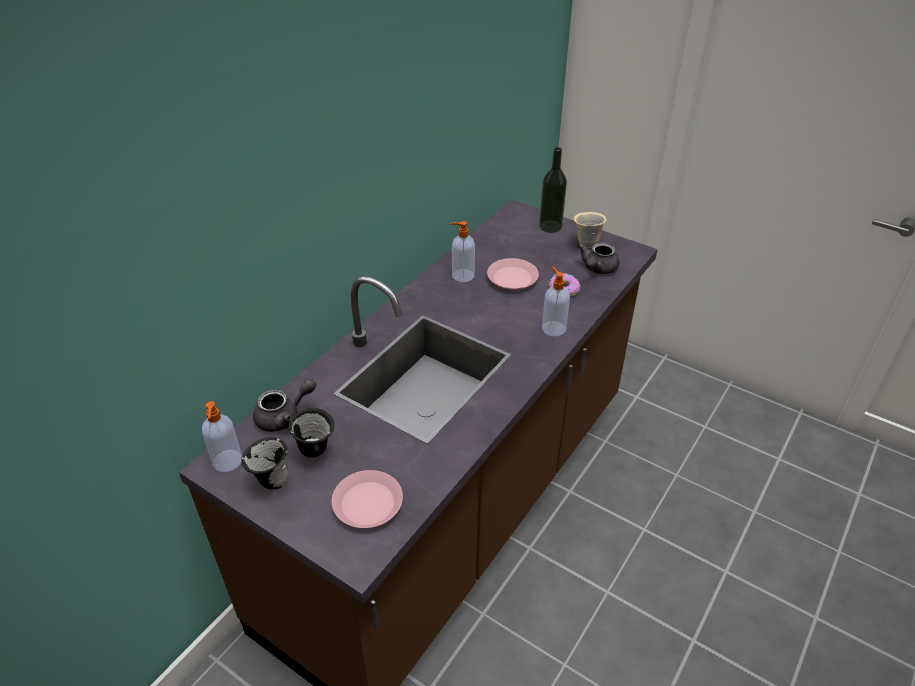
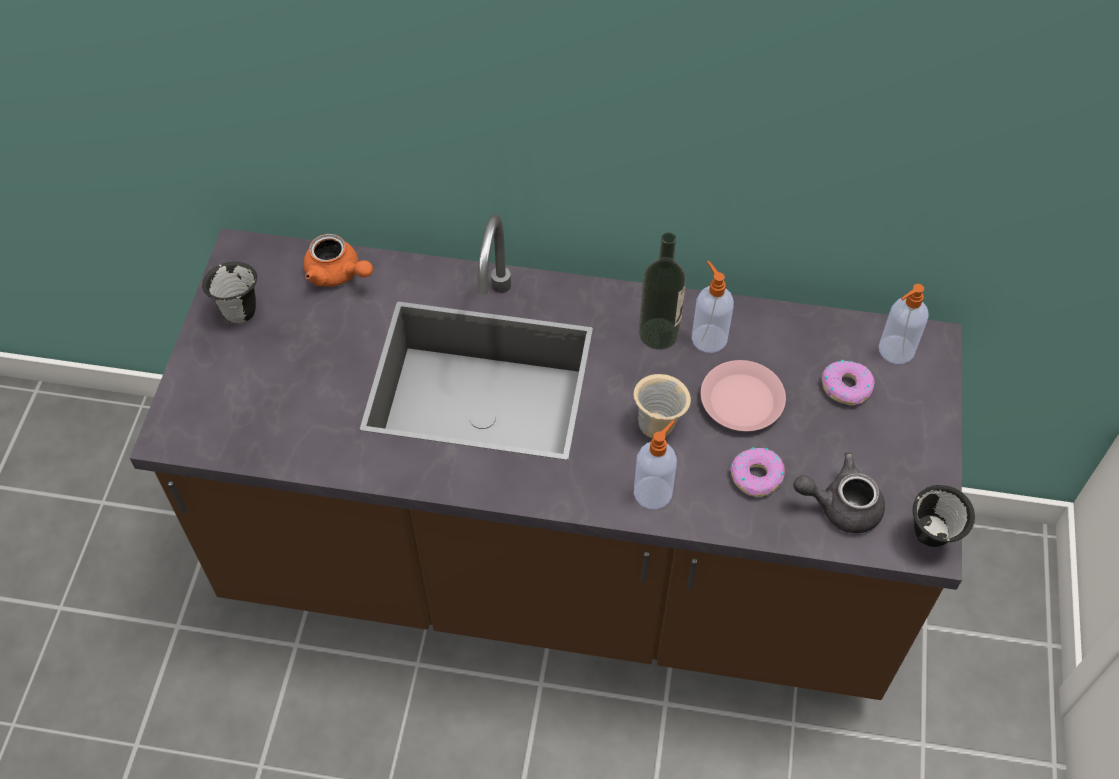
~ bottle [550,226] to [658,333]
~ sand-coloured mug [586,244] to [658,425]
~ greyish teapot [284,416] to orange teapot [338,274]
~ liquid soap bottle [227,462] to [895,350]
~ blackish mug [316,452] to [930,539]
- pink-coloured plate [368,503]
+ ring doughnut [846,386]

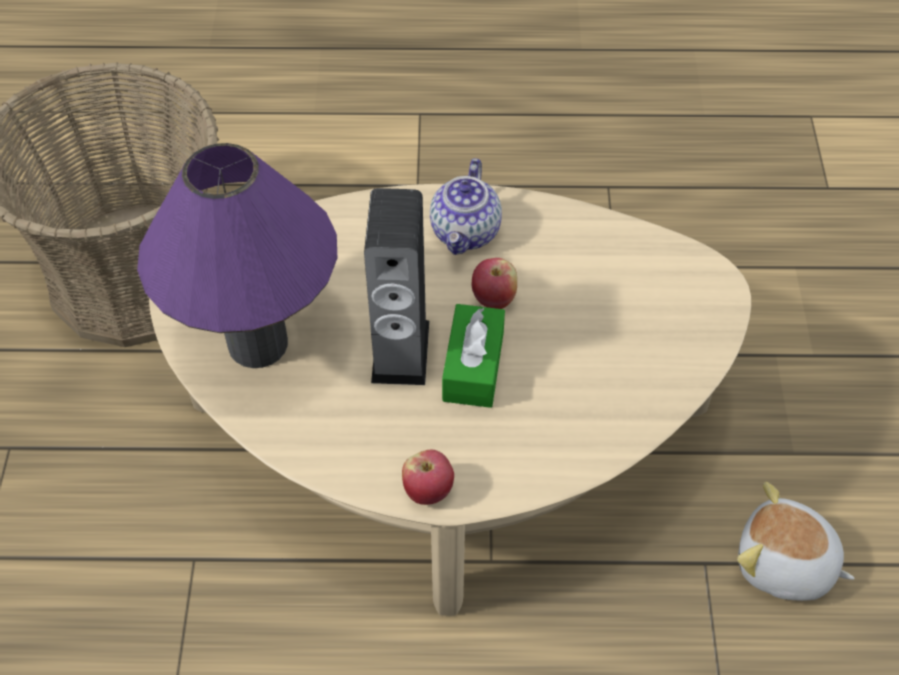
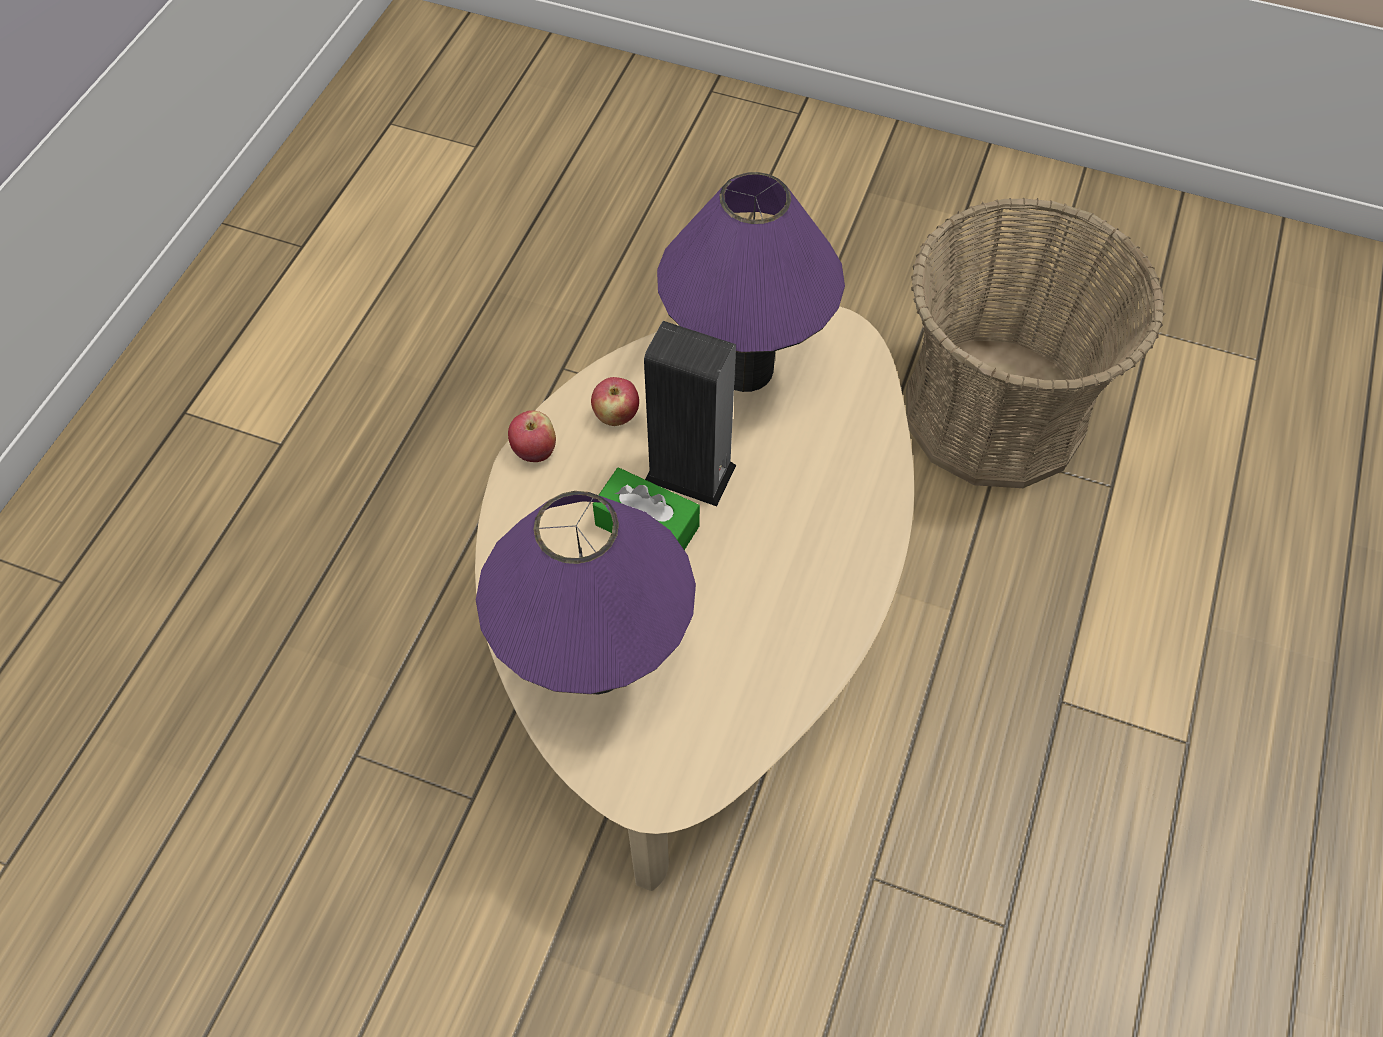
- teapot [466,232]
~ apple [494,299] to [616,416]
- soft toy [784,565]
+ purple lamp for a table [597,664]

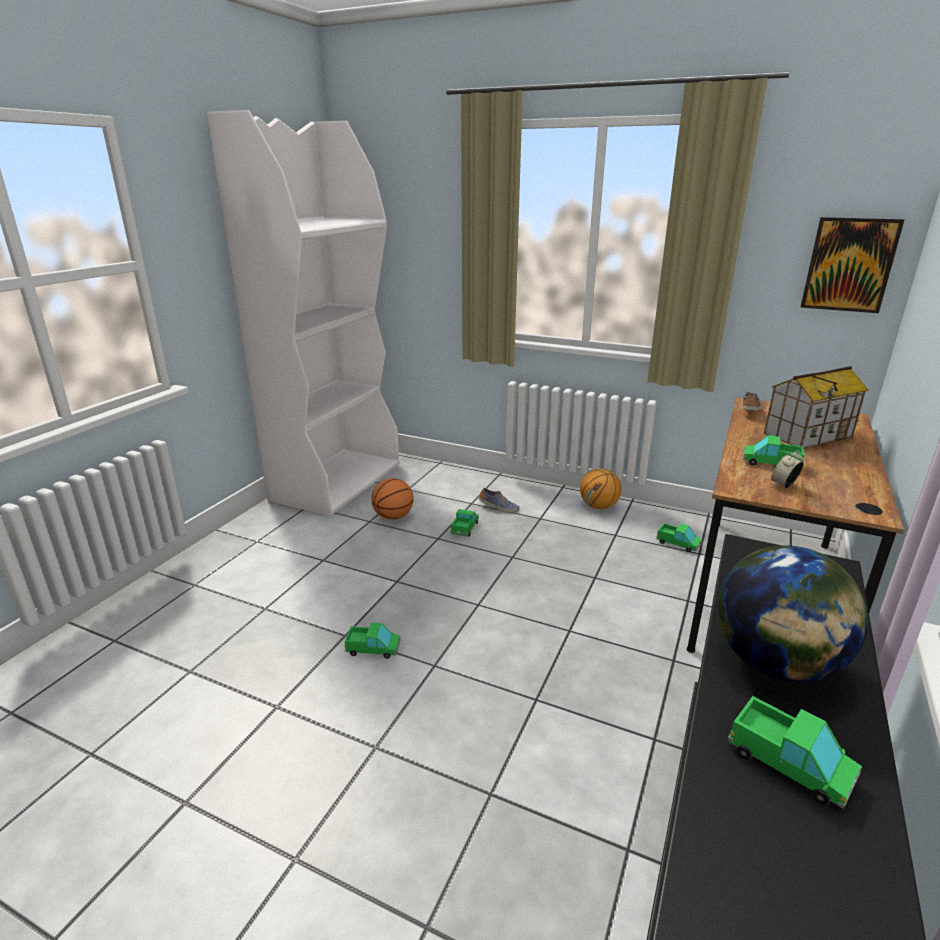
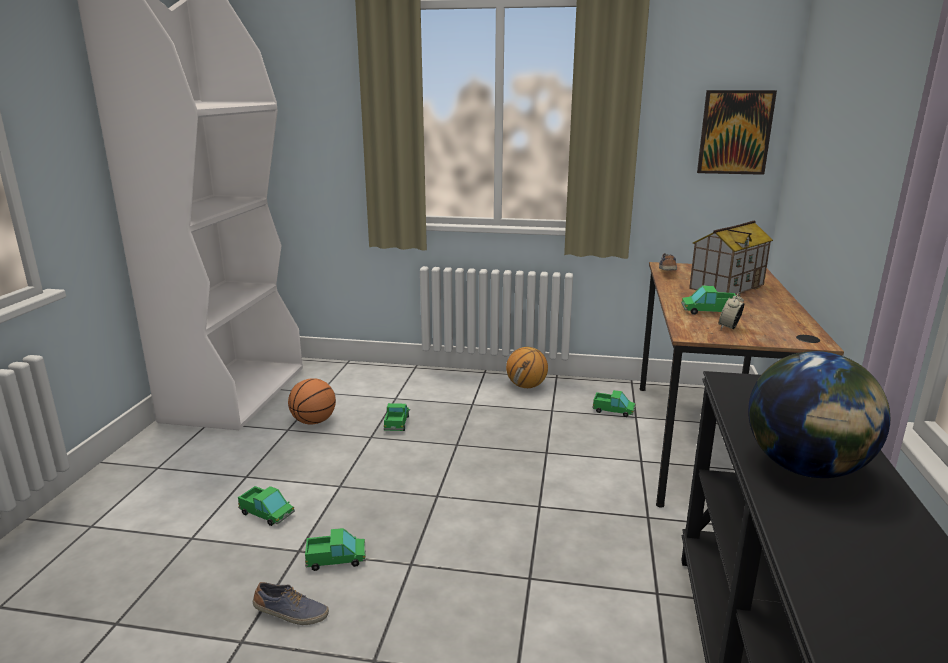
~ item of footwear [498,508] to [291,614]
~ toy lorry [789,763] to [267,513]

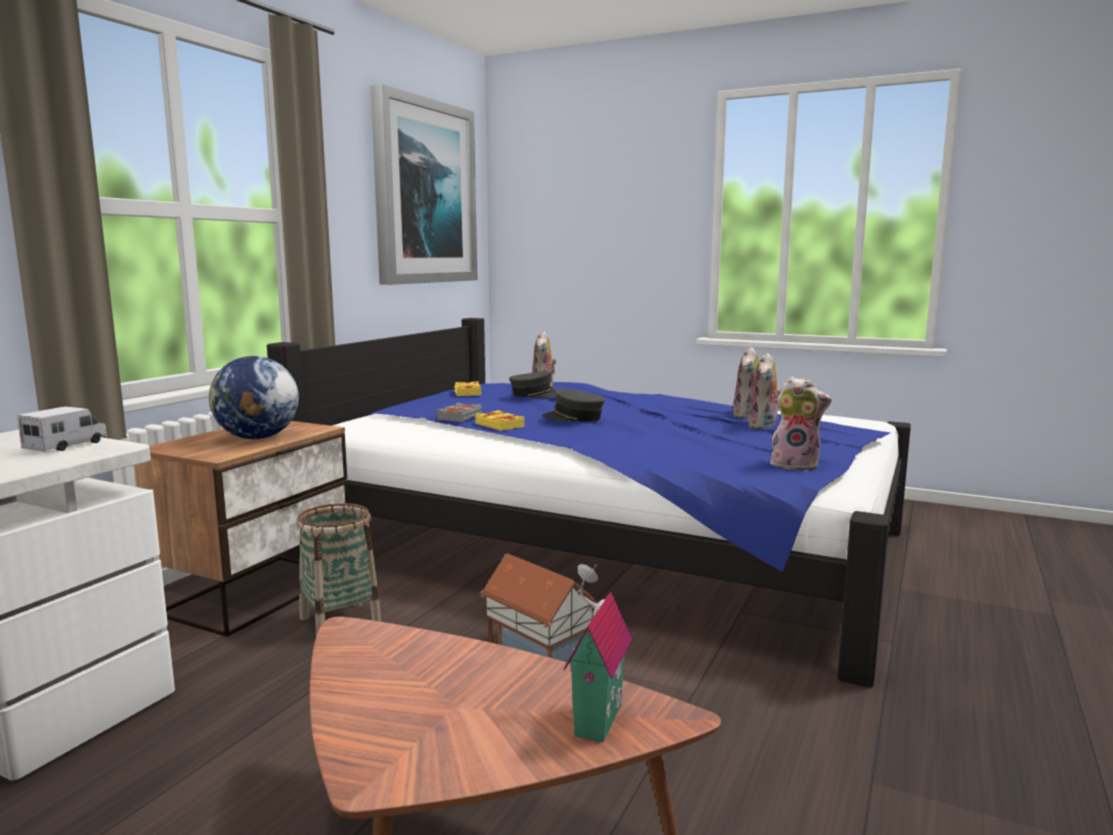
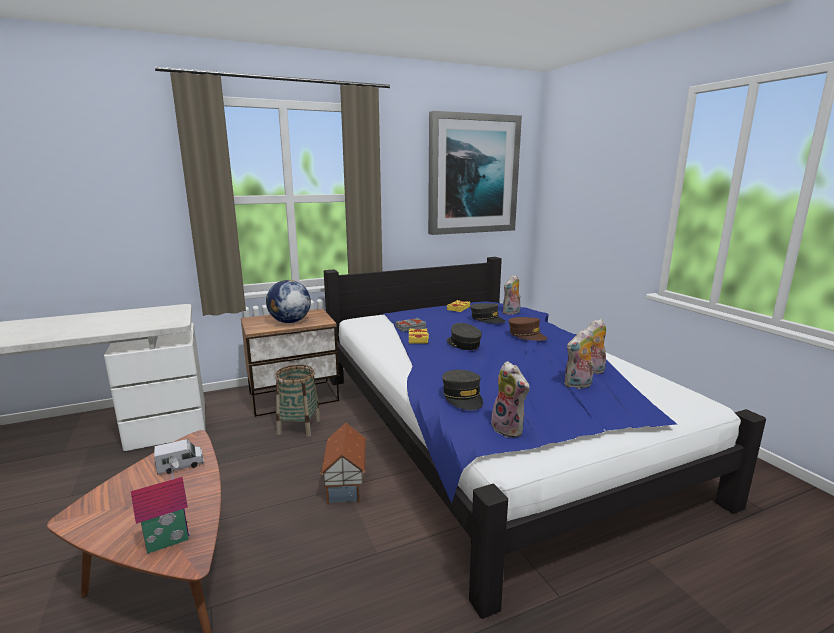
~ toy lorry [67,445] to [180,465]
+ brown baseball cap [526,335]
+ greyish baseball cap [463,397]

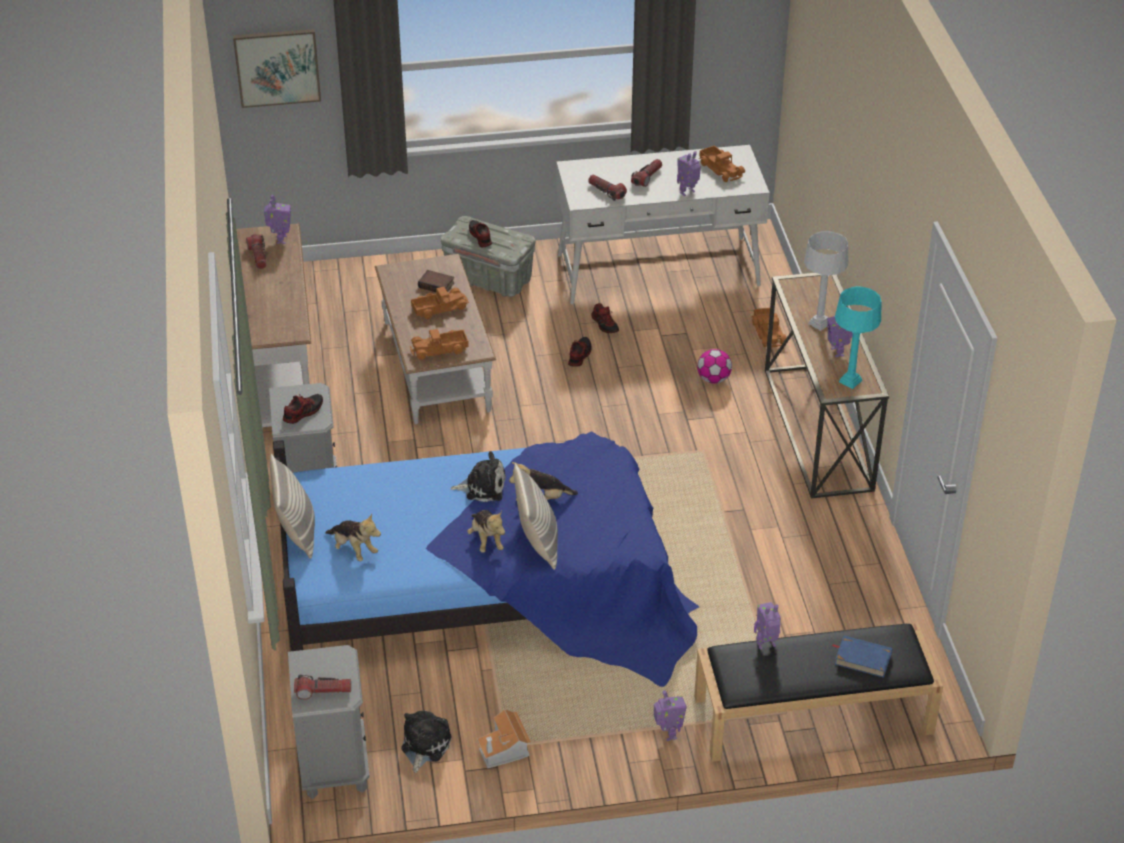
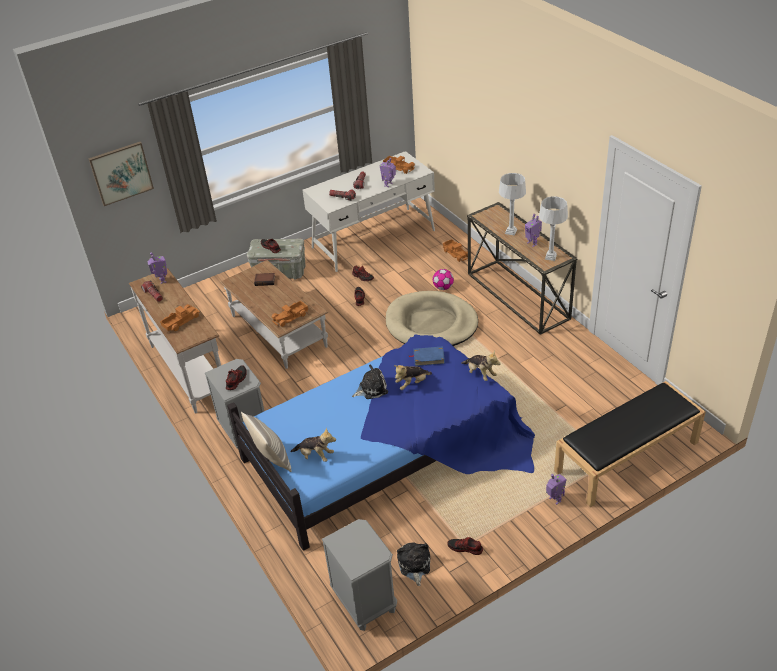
~ blue-green lamp for a table [850,381] to greyish lamp for a table [550,257]
~ toy lorry [439,308] to [181,321]
- cushion [537,543]
~ soft toy [486,540] to [480,373]
- robot figure [766,645]
~ bluish volume [863,658] to [428,357]
- hand torch [323,691]
~ model house [504,750] to item of footwear [465,548]
+ sand-coloured dog bed [431,324]

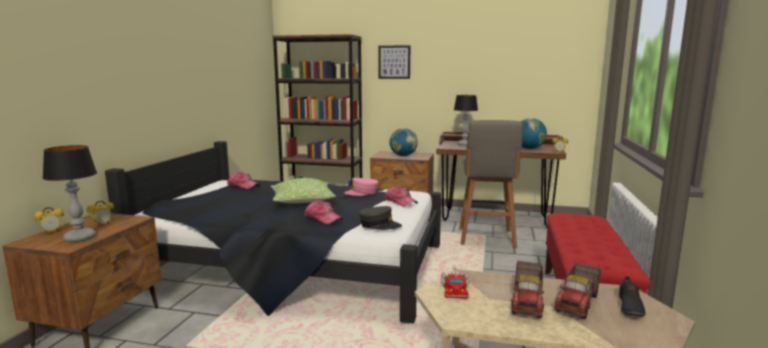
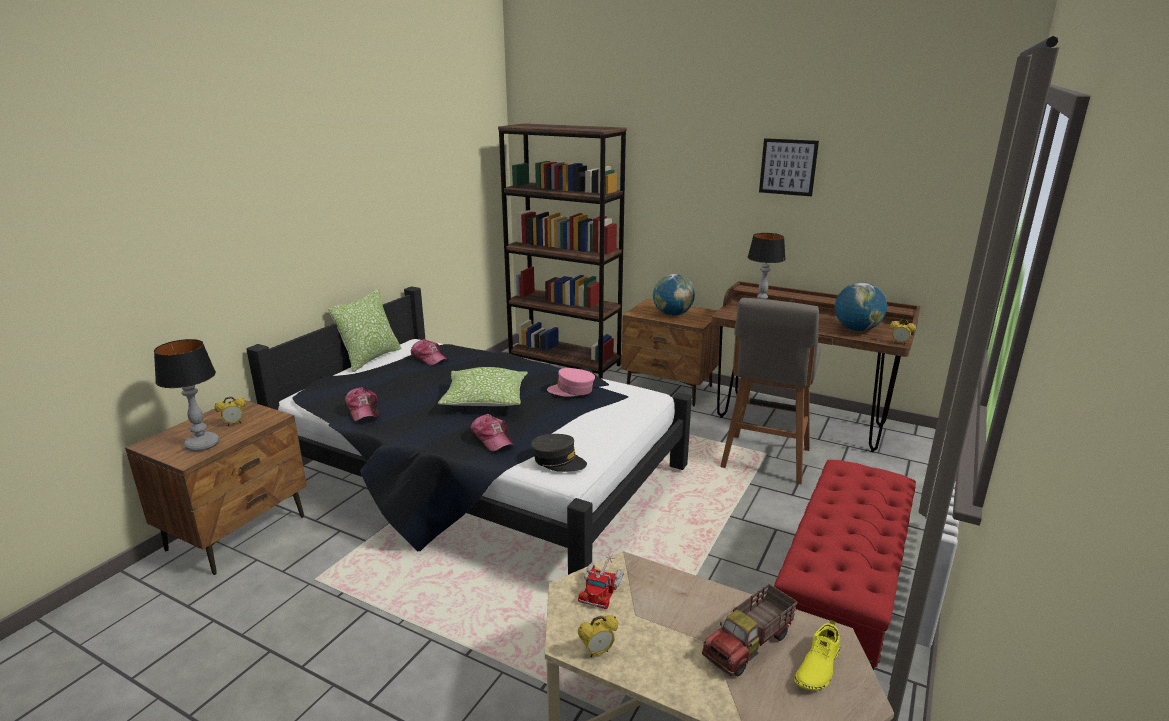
~ picture [394,62] to [788,167]
~ baseball cap [400,201] to [363,410]
~ bedside clock [51,232] to [597,652]
- toy lorry [528,301]
~ blackish item of footwear [629,307] to yellow item of footwear [817,666]
+ cushion [370,358]

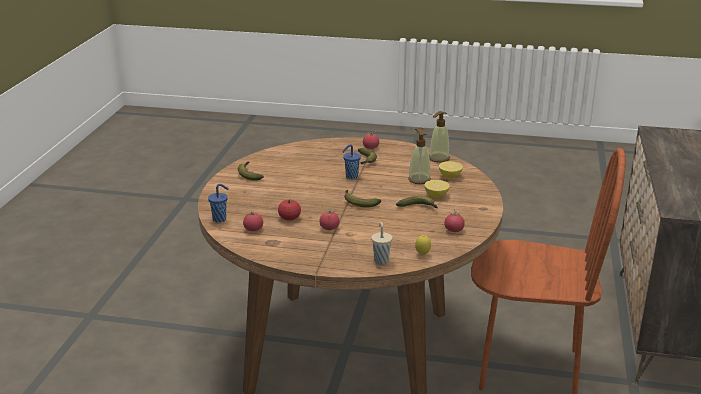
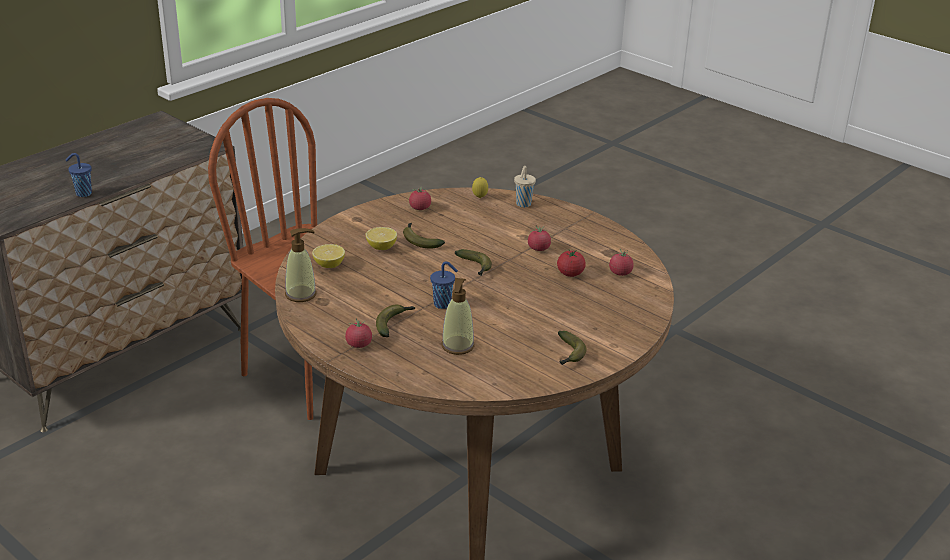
~ liquid soap bottle [419,179] to [457,346]
~ bluish cup [220,219] to [83,193]

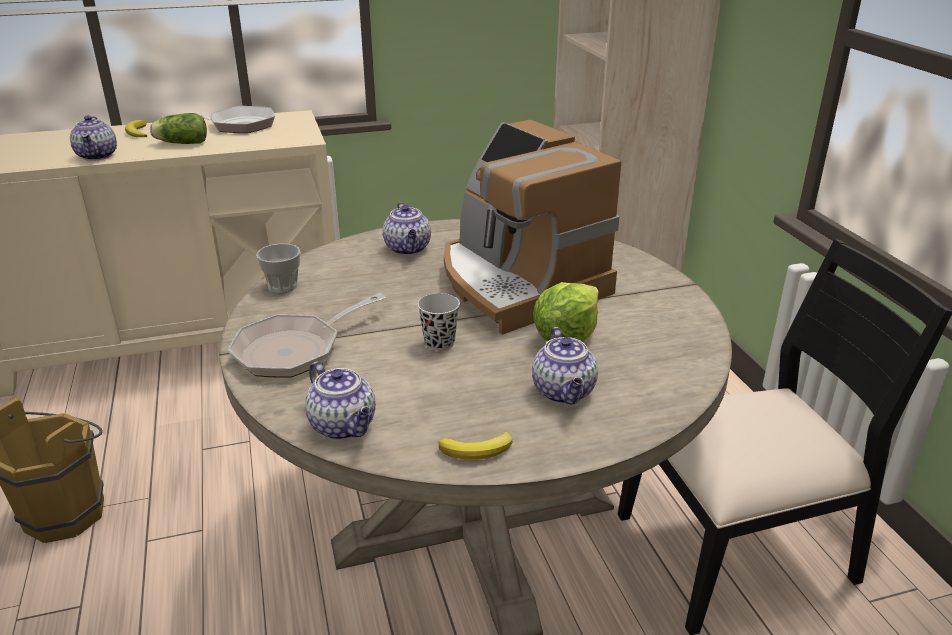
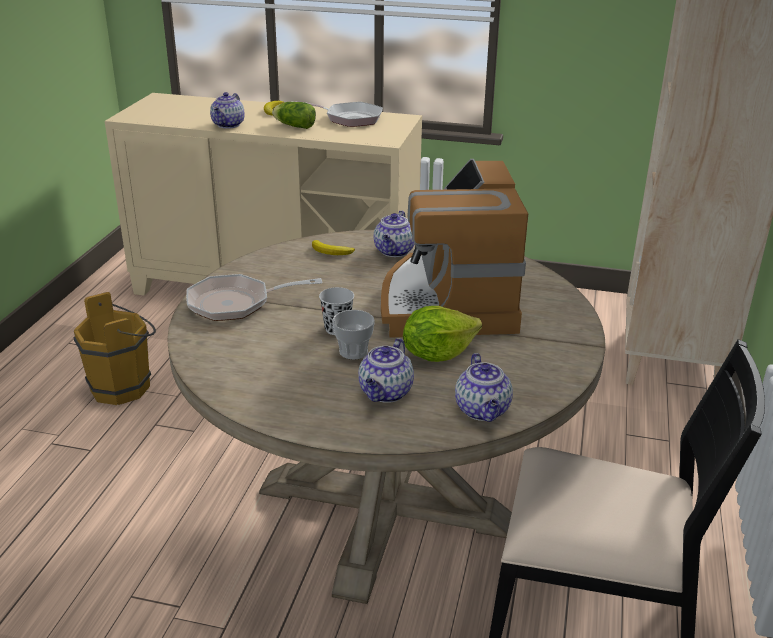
~ cup [282,286] to [353,352]
~ teapot [344,426] to [483,411]
~ banana [478,450] to [332,252]

